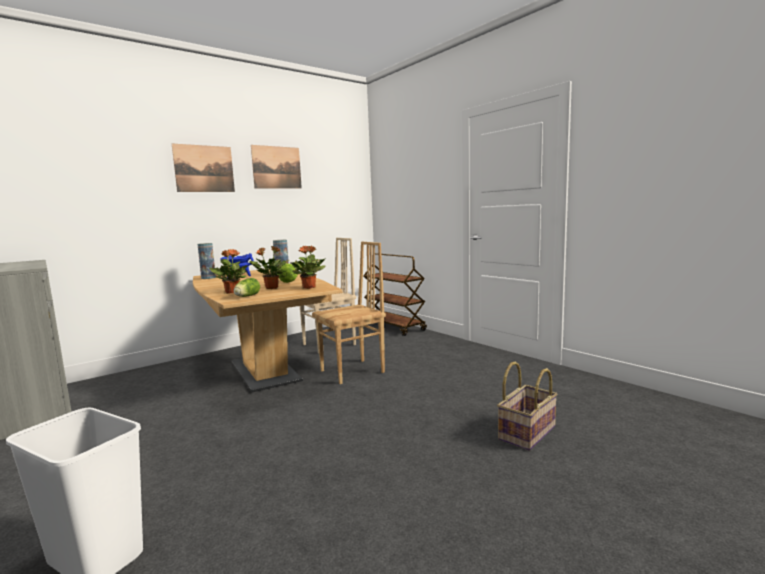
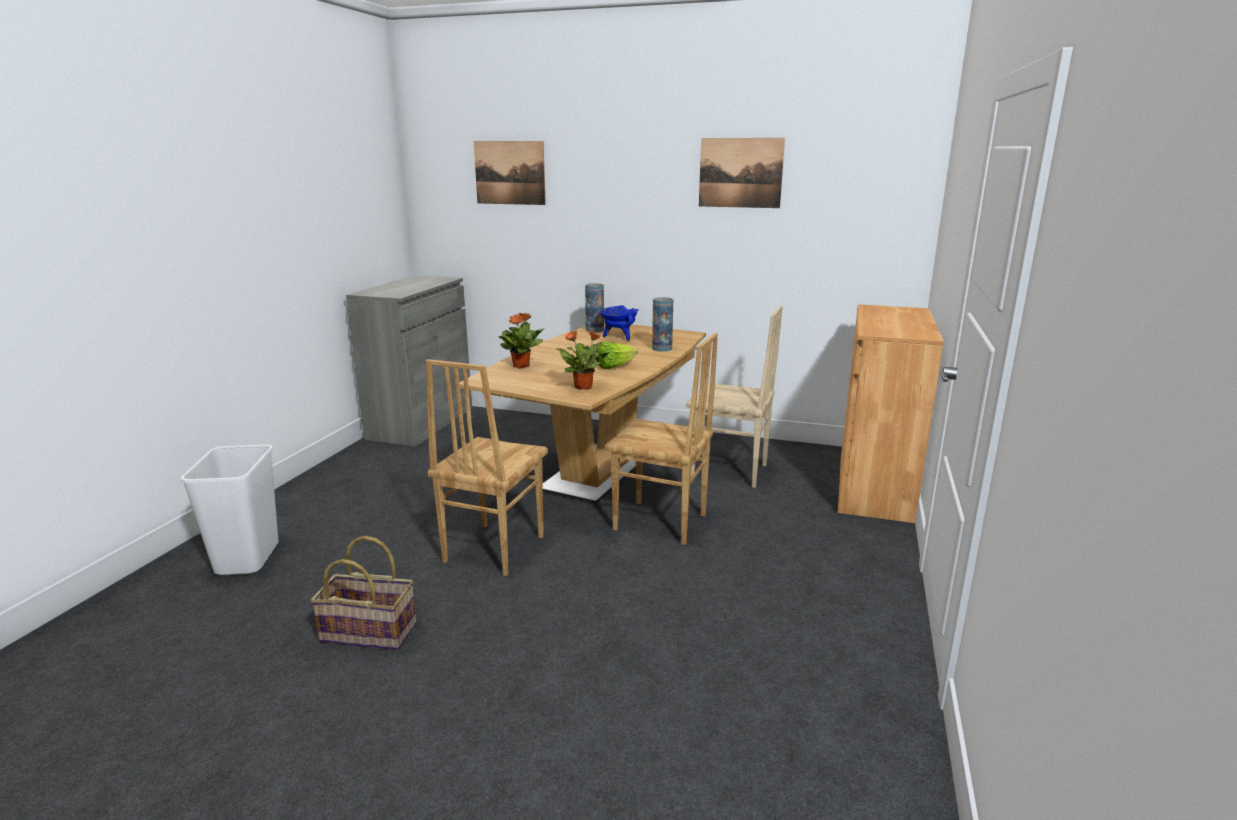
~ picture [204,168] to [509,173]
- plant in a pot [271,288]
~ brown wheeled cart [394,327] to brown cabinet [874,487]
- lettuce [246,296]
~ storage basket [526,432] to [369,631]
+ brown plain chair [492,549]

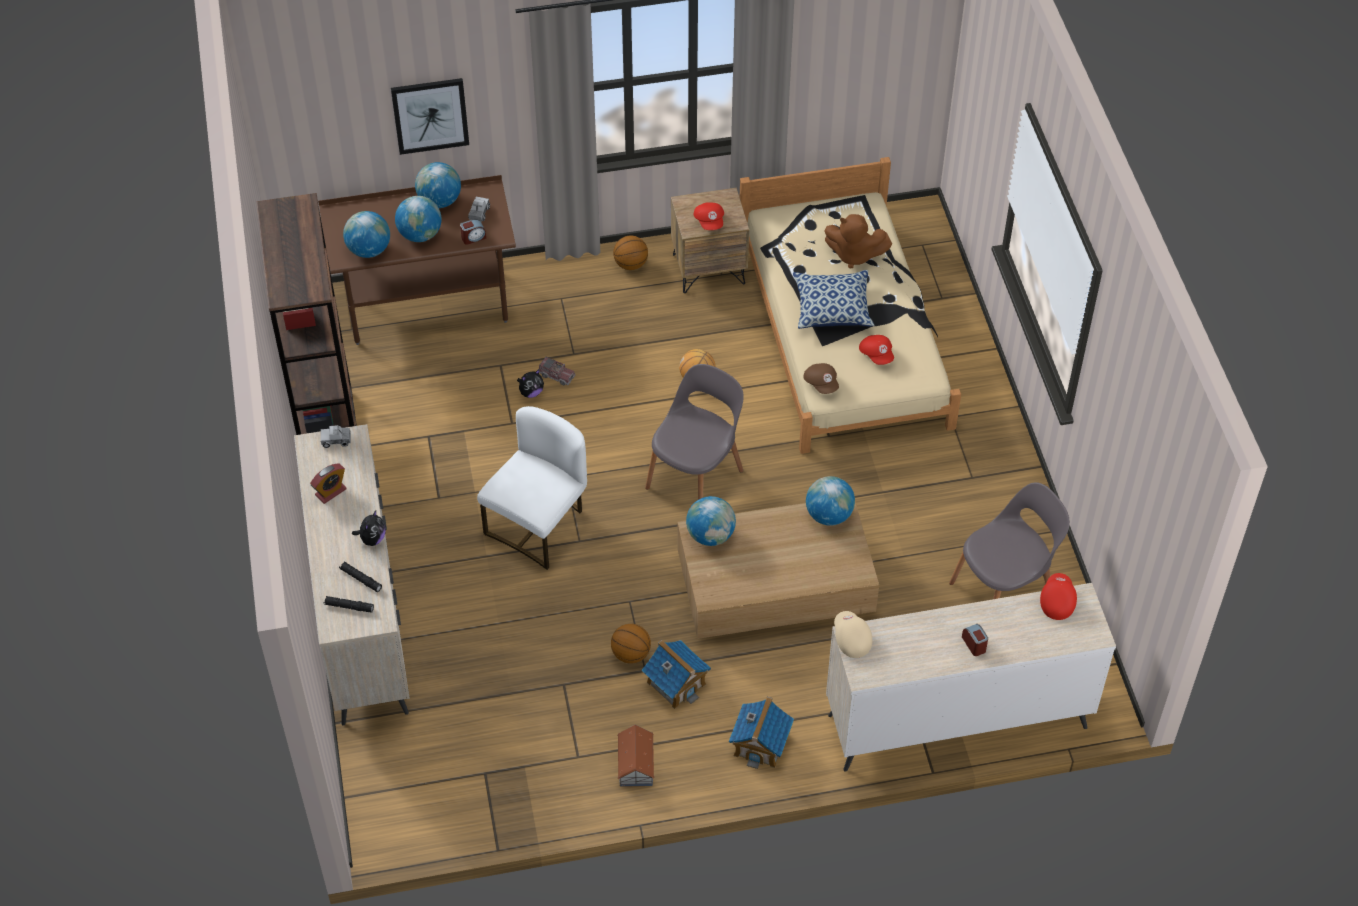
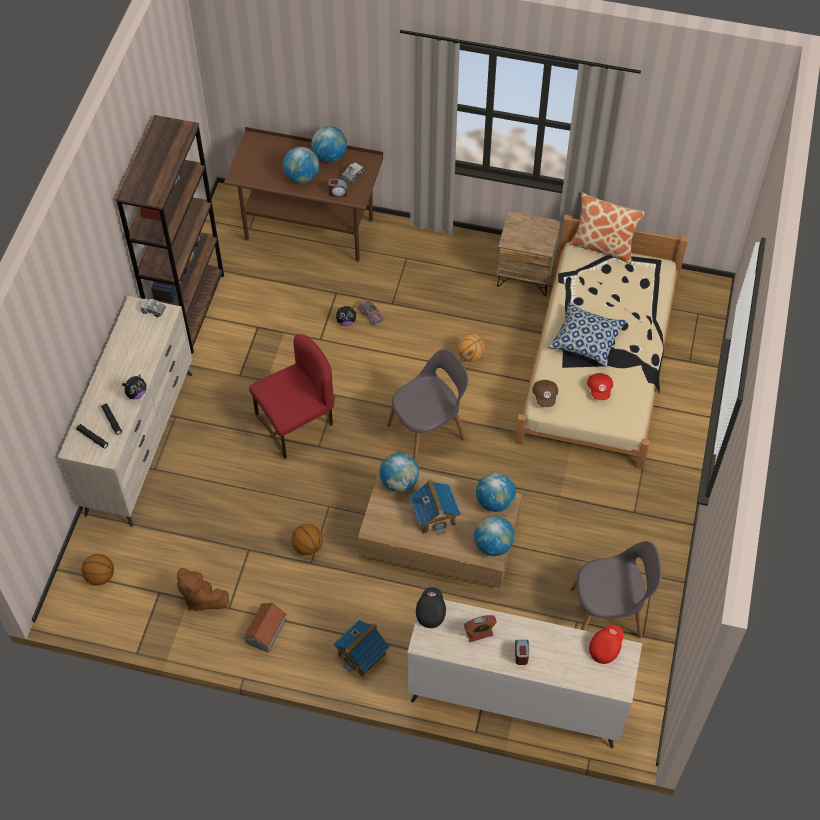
- picture [430,115]
- red-coloured baseball cap [710,222]
~ world globe [369,250] to [493,545]
~ brown soft toy [854,255] to [201,598]
~ basketball [631,264] to [100,576]
~ white plain chair [538,525] to red-coloured plain chair [297,423]
~ bedside clock [330,492] to [479,633]
~ sand-coloured baseball cap [851,639] to blackish baseball cap [430,611]
~ model house [676,683] to [434,515]
+ cushion [603,246]

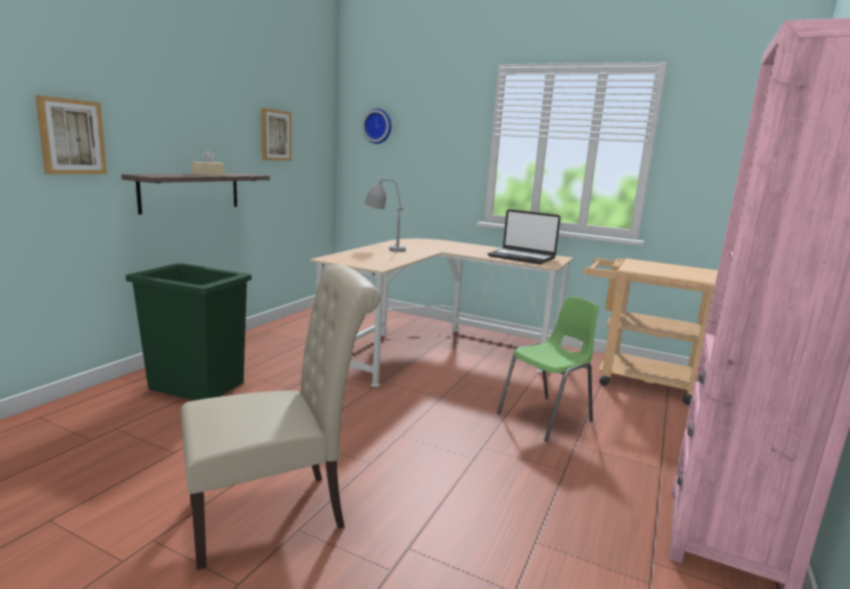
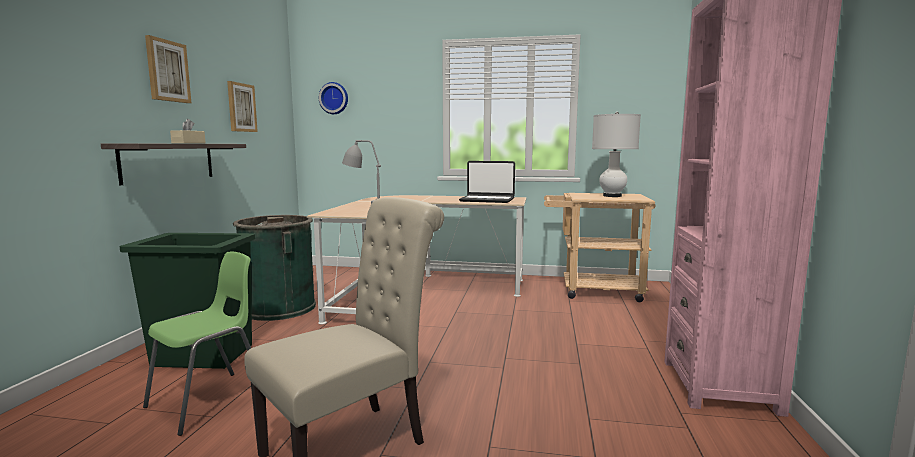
~ picture [71,137] to [167,71]
~ green plain chair [546,417] to [210,401]
+ white lamp for a table [612,196]
+ green trash can [279,308]

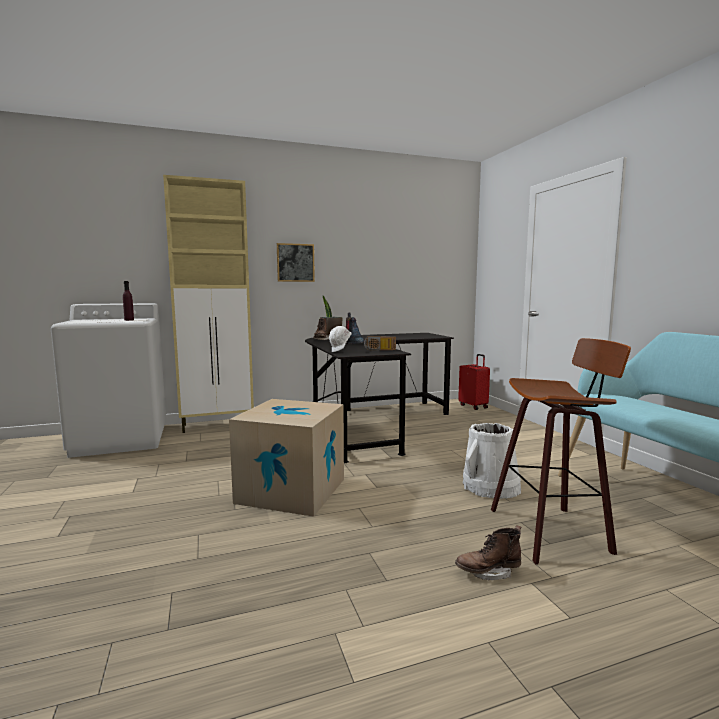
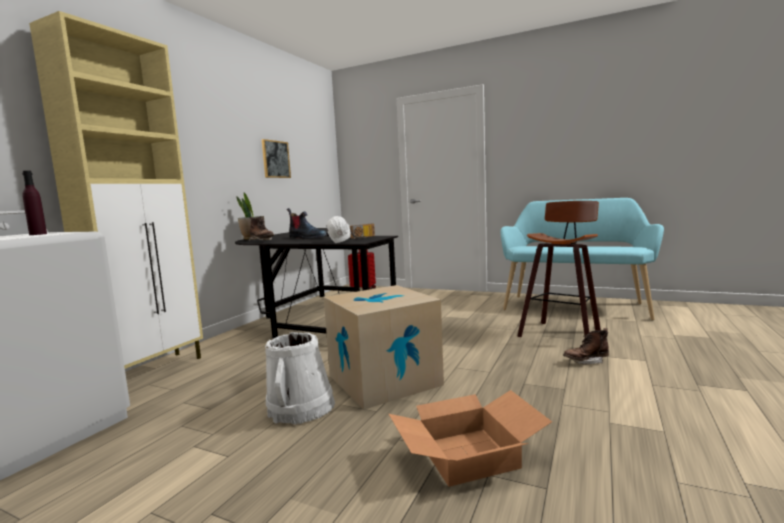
~ picture [295,262] to [275,159]
~ white pail [491,487] to [301,408]
~ brown high-top boot [488,572] = [586,361] 45 degrees clockwise
+ packing box [467,456]

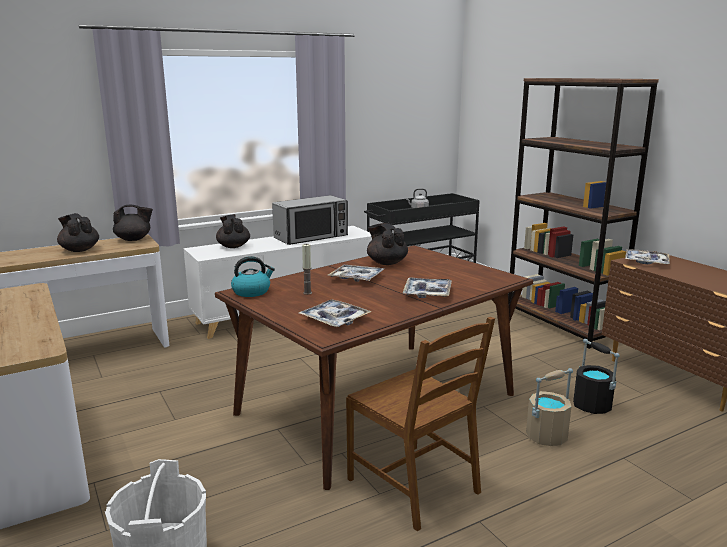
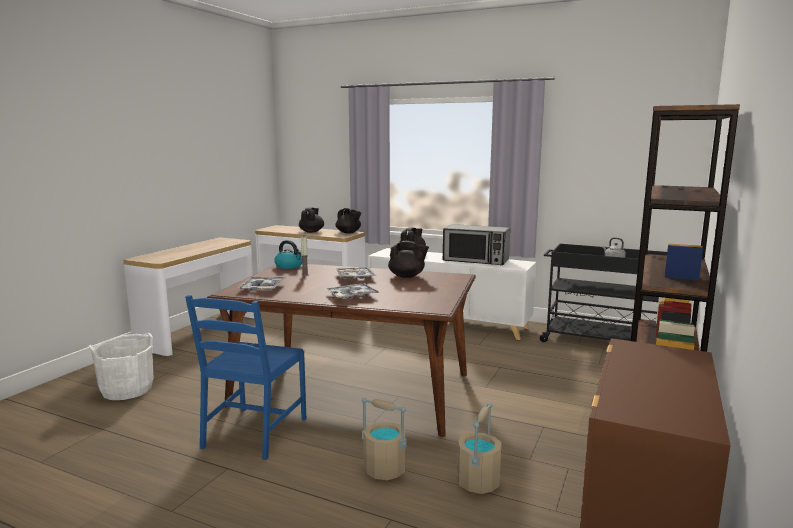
~ blackish teapot [386,262] = [407,276] 75 degrees clockwise
- tray [646,262]
~ brown plain chair [415,485] to bluish plain chair [254,433]
~ blackish pail [592,406] to sand-coloured pail [478,482]

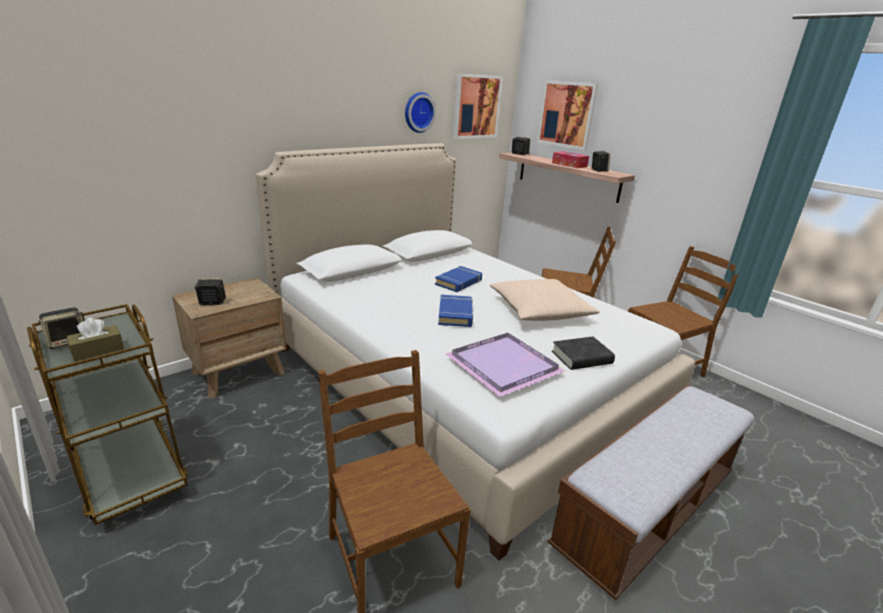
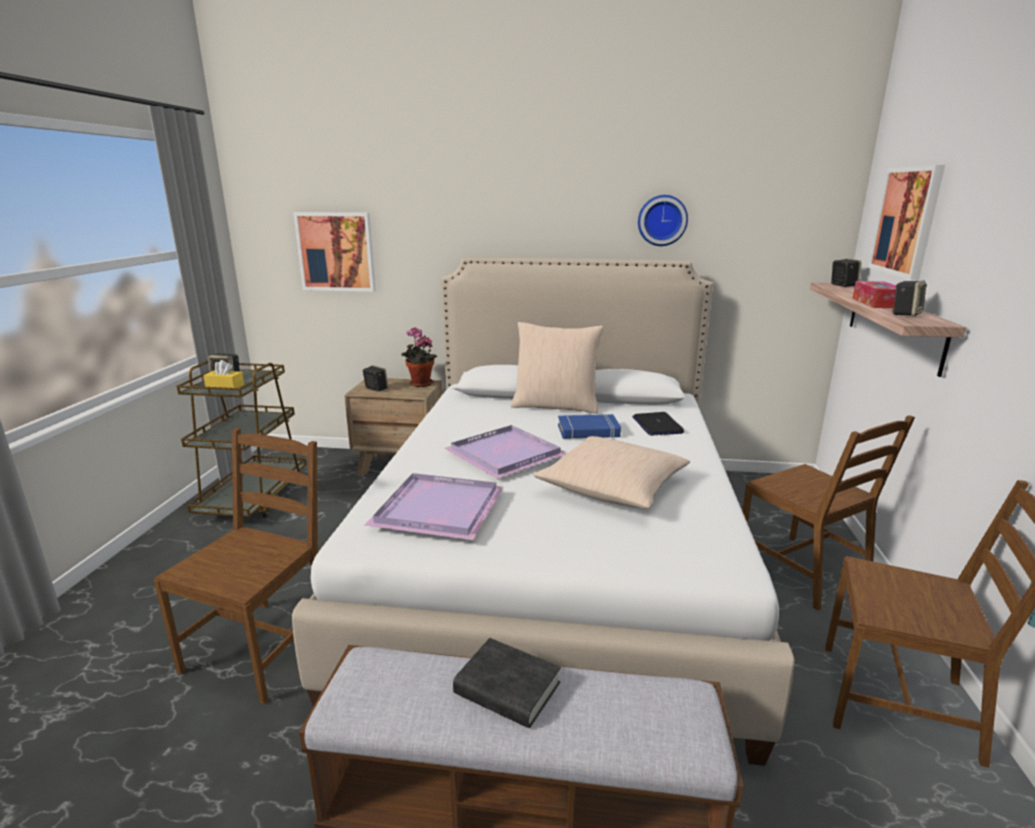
~ picture [476,106] to [336,252]
~ bluish volume [455,314] to purple tray [507,454]
~ brown box of tissues [98,350] to yellow box of tissues [225,386]
~ blackish volume [581,358] to [507,689]
+ sand-coloured cushion [556,405]
+ plant in a pot [419,384]
+ portable computer [657,425]

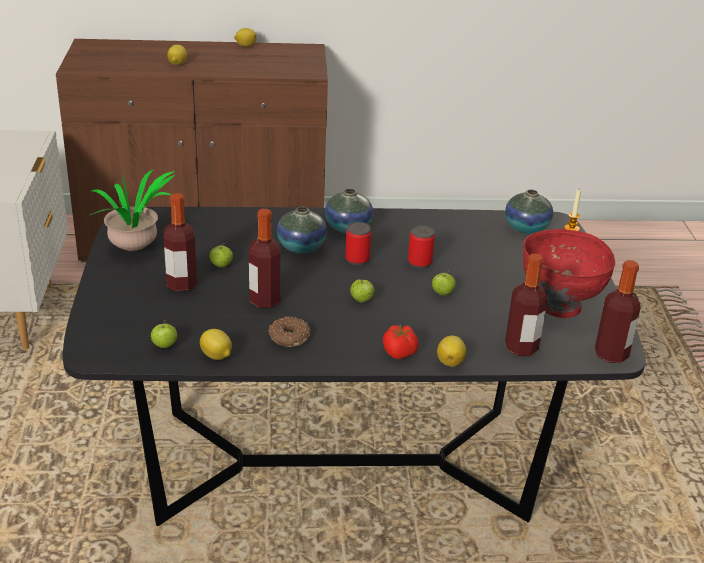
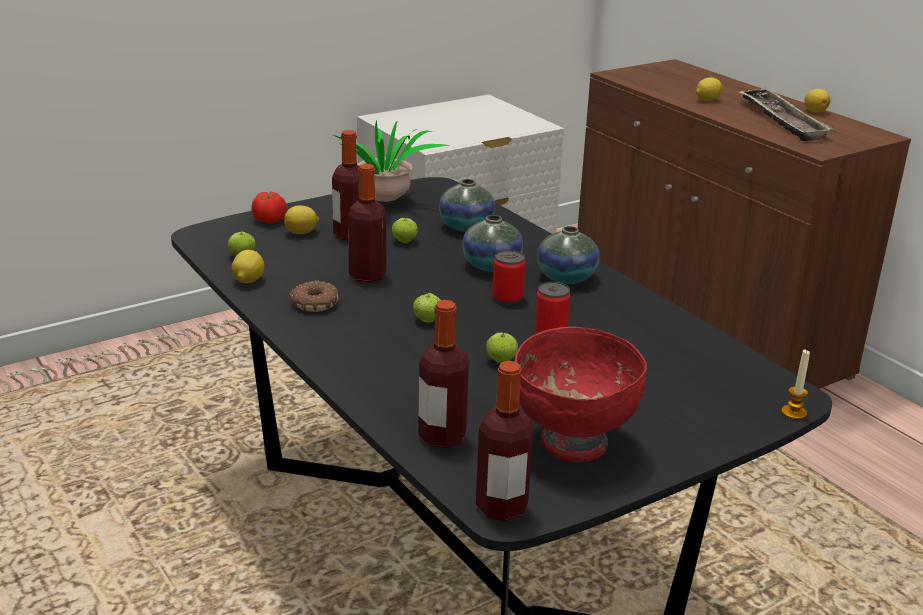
~ flower vase [526,228] to [466,226]
~ fresh tomato [400,353] to [269,220]
~ citrus fruit [450,362] to [302,232]
+ tray [781,120]

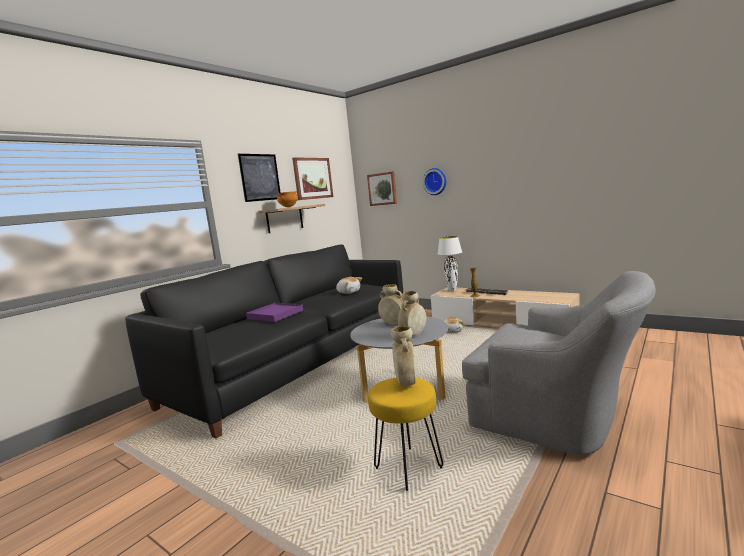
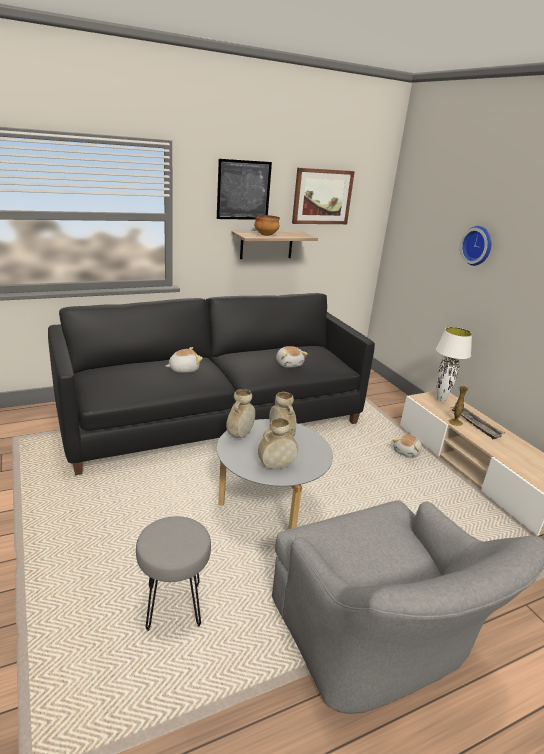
- picture [382,189]
~ purple tray [275,314] to soft toy [183,369]
~ sand-coloured flower vase [406,383] to [240,435]
~ yellow stool seat [407,469] to greyish stool seat [173,607]

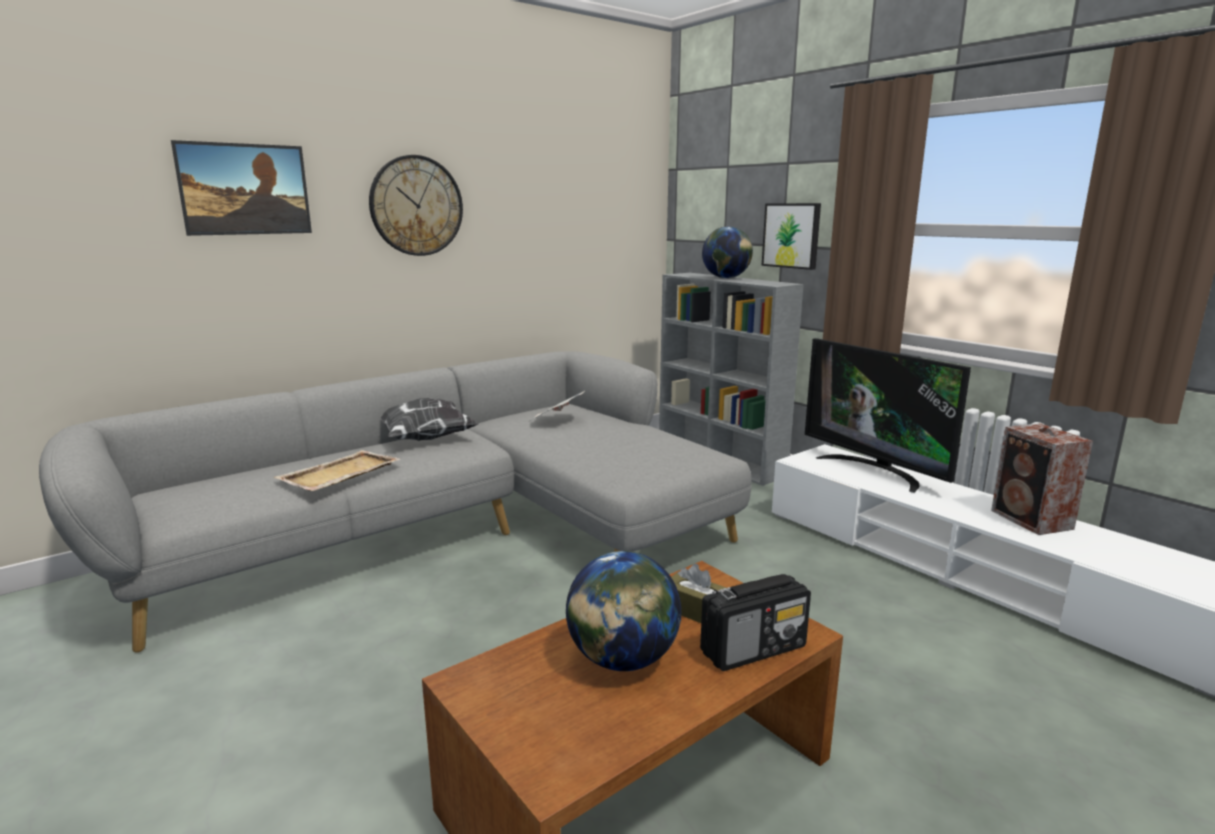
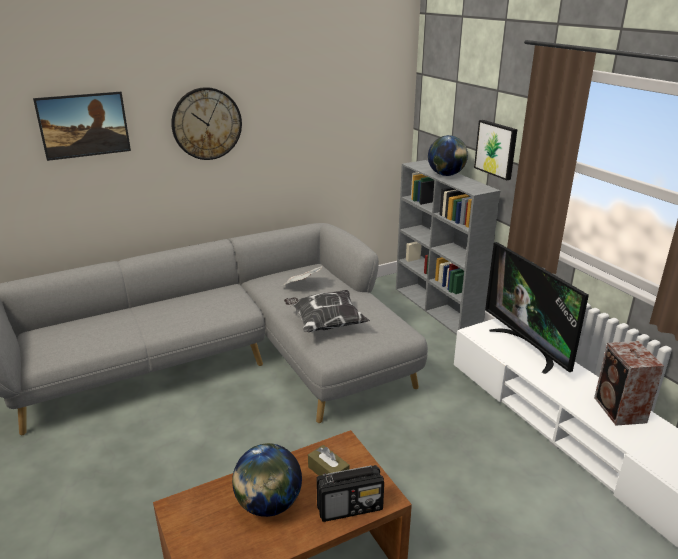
~ cushion [423,439] to [325,324]
- sand-coloured tray [338,474]

